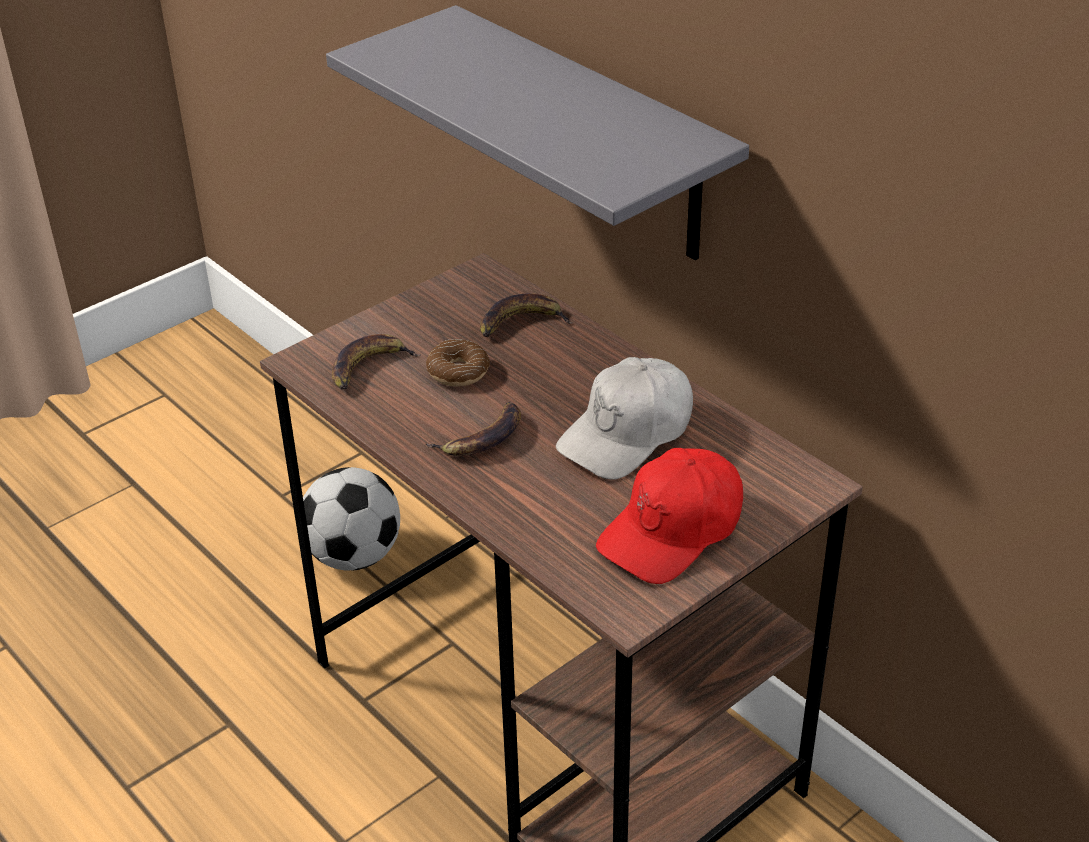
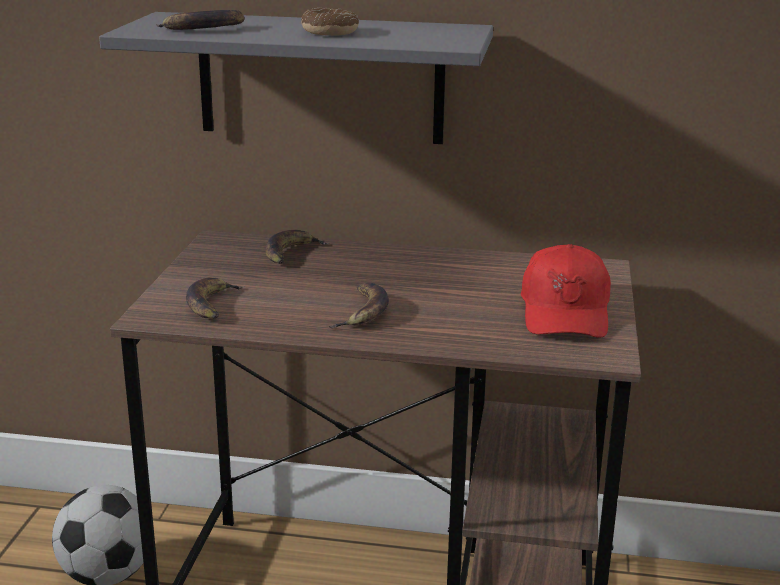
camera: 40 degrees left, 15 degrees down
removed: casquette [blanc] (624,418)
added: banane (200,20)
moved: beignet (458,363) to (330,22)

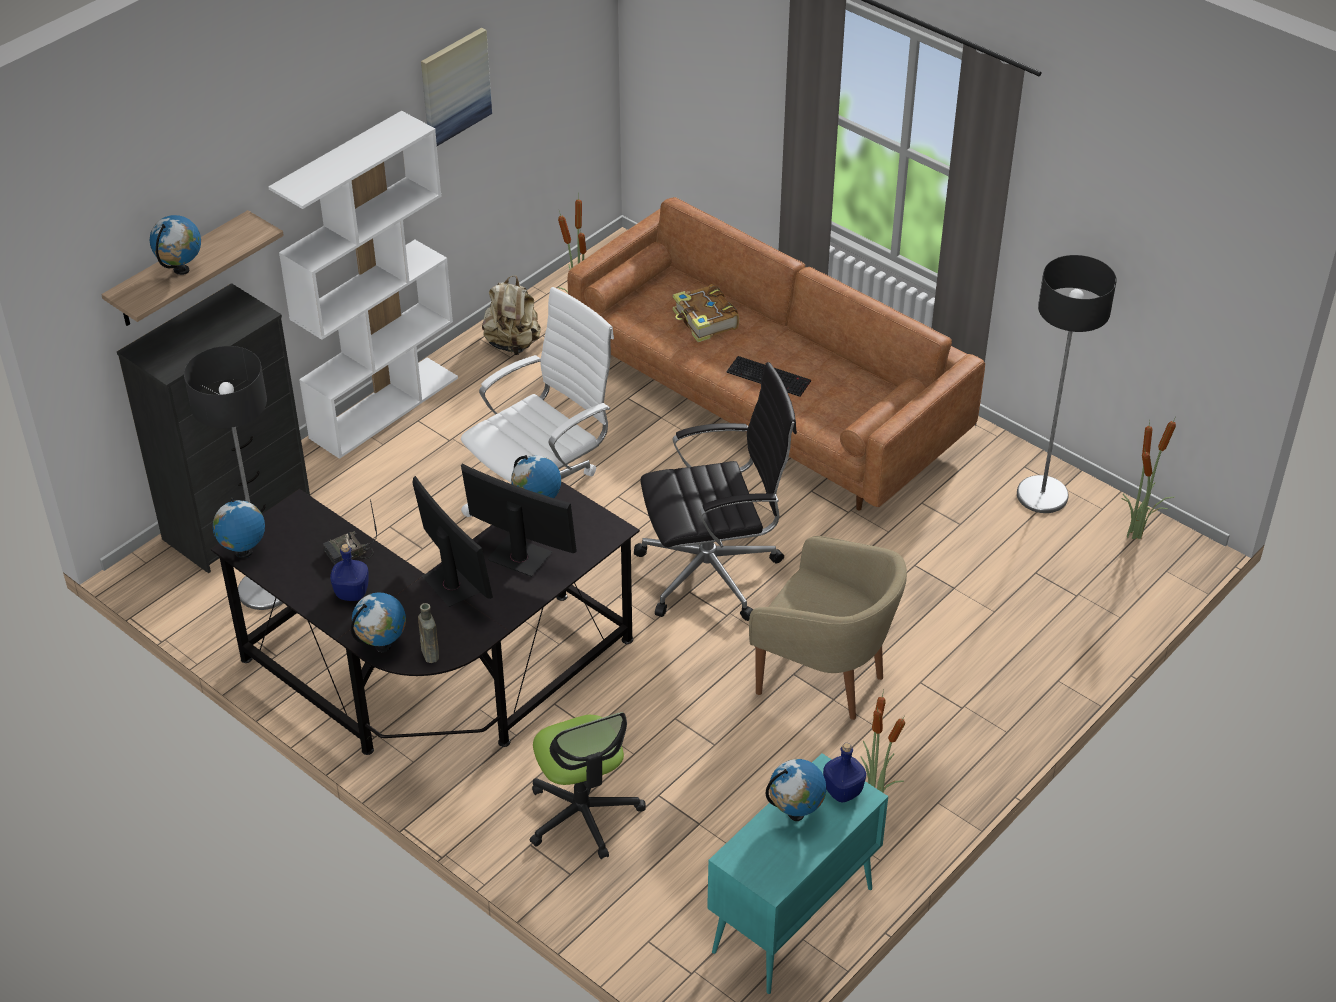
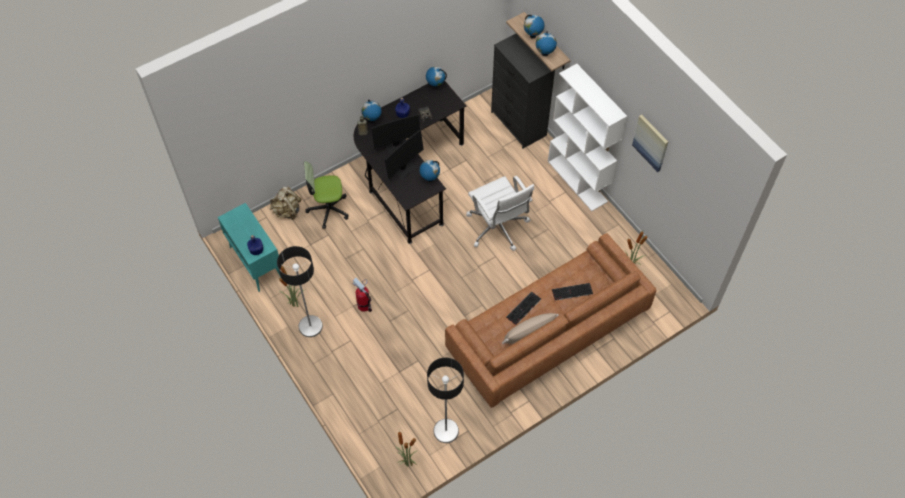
camera: 105 degrees right, 15 degrees up
removed: chaise de bureau [noir] (715,491)
added: coussin [beige] (530,328)
moved: lampadaire (233,478) to (300,291); sac à dos [beige] (511,315) to (285,203); globe (796,790) to (546,44)
replaced: livre (706,313) to clavier (572,291); fauteuil [beige] (828,628) to extincteur (362,295)

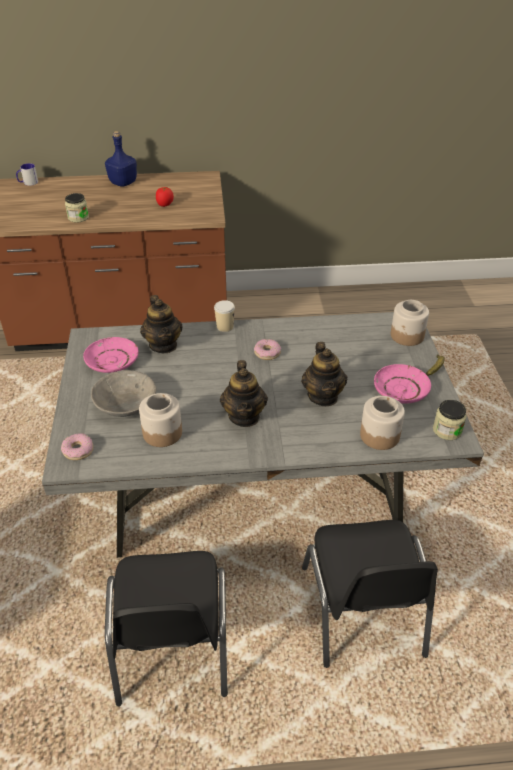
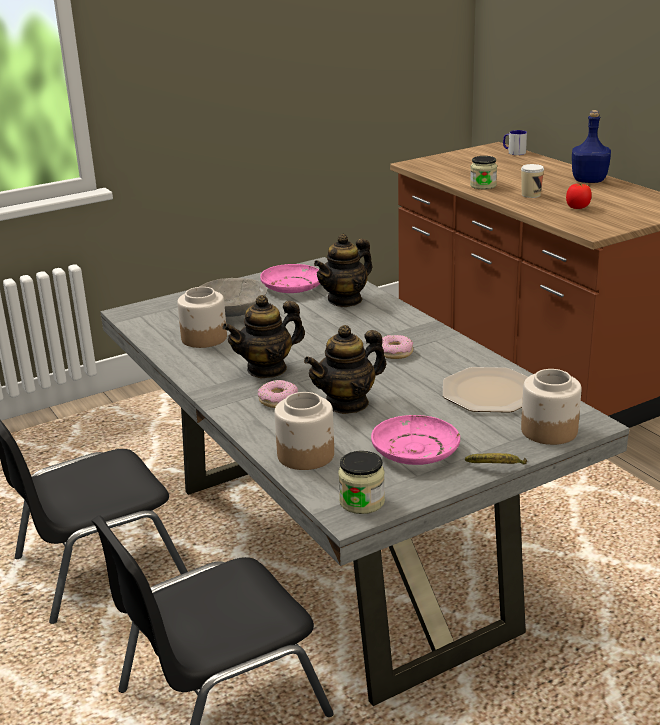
camera: 65 degrees right, 15 degrees down
added: assiette (485,390)
moved: beignet (77,446) to (278,394); tasse (224,316) to (532,181)

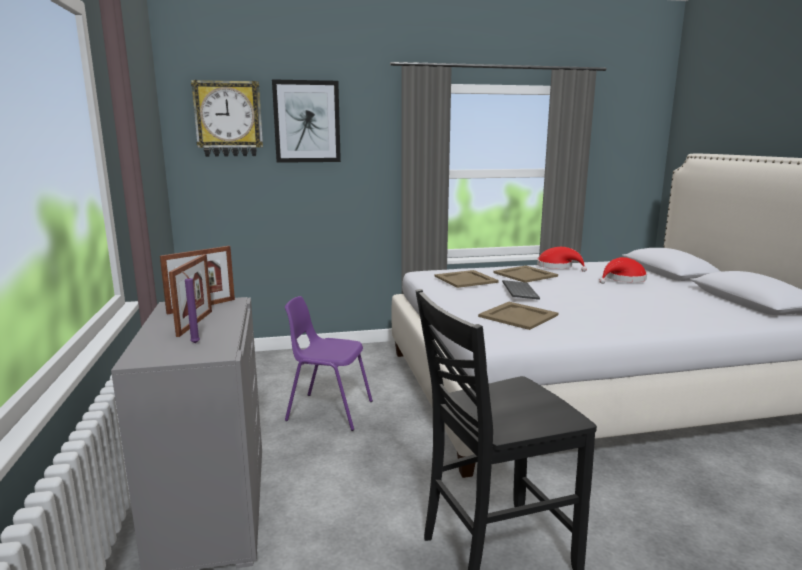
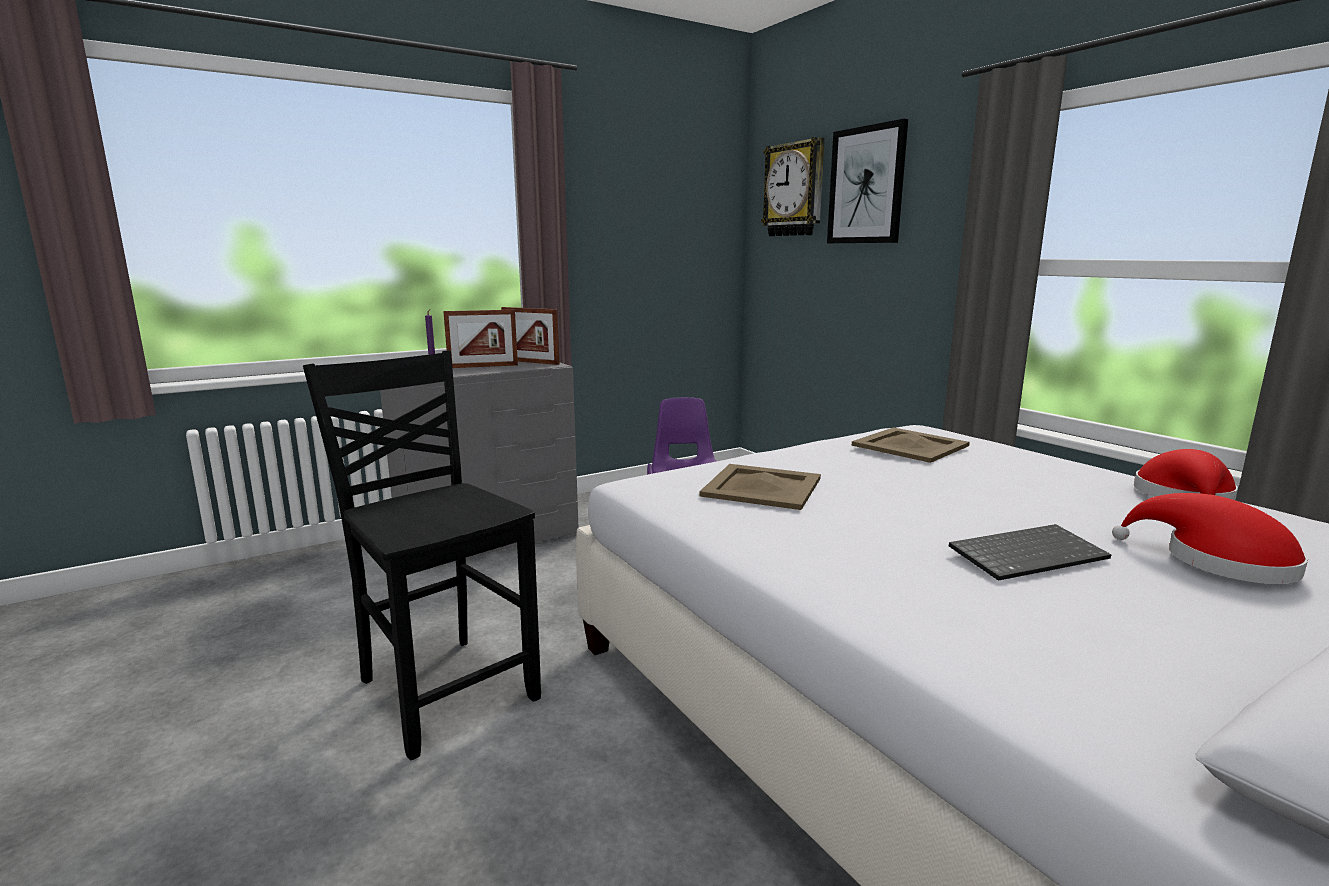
camera: 70 degrees right, 0 degrees up
removed: plateau [beige] (525,274)
moved: clavier (521,290) to (1030,552)

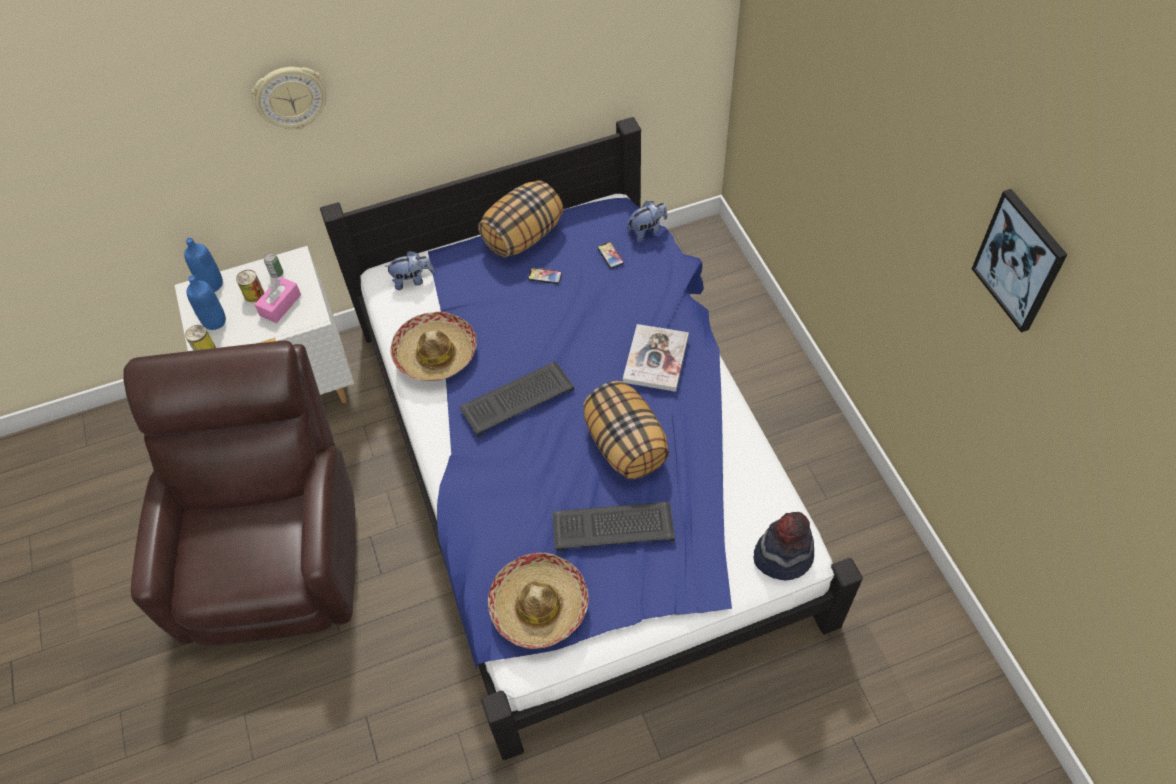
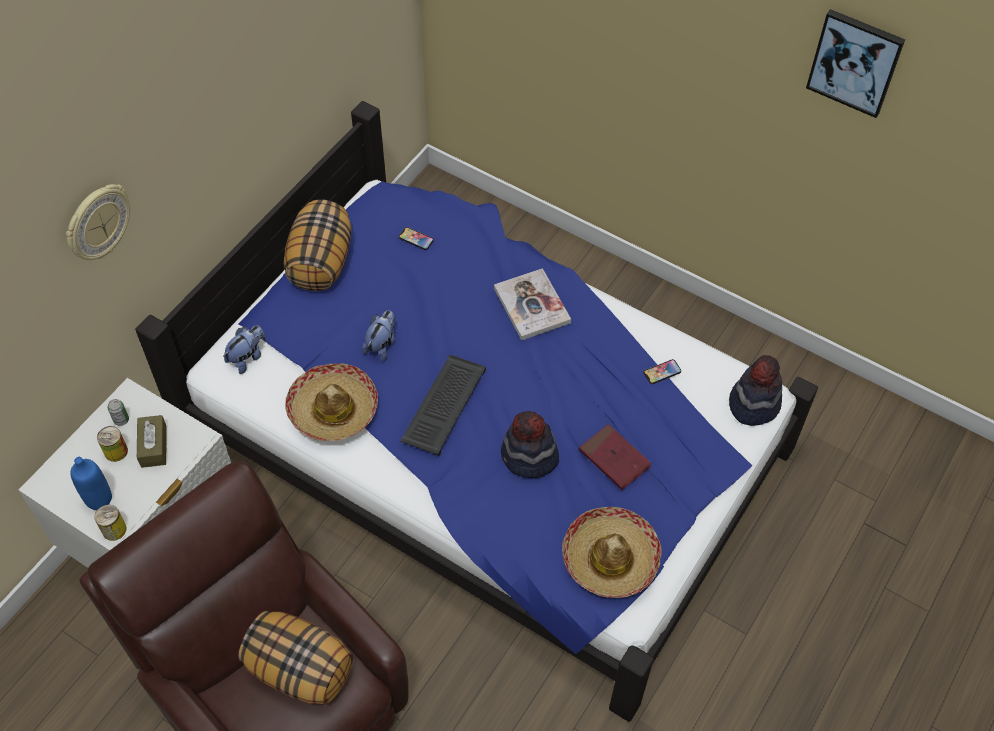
camera: 40 degrees left, 0 degrees up
removed: bouteille [bleu] (203,265)
added: chapeau (530,444)
moved: téléphone (545,276) to (662,371); coussin (626,430) to (295,658); peluche (647,221) to (378,336)
replaced: clavier (613,527) to livre [rouge] (615,457)
recoloured: boîte à mouchoirs [rose] (277,299) to boîte à mouchoirs [marron] (151,441)

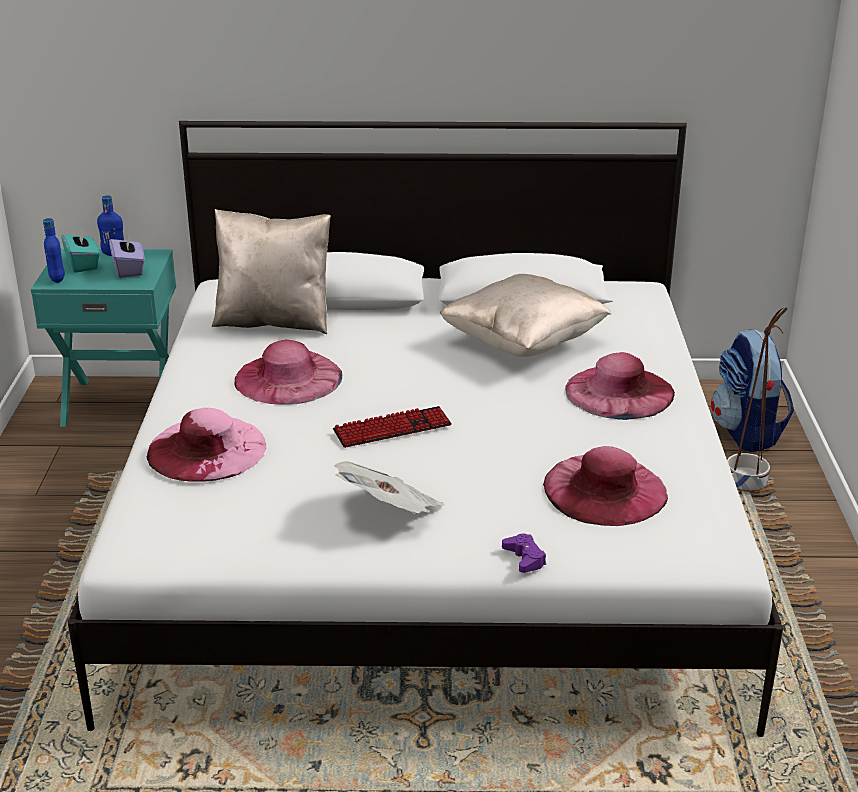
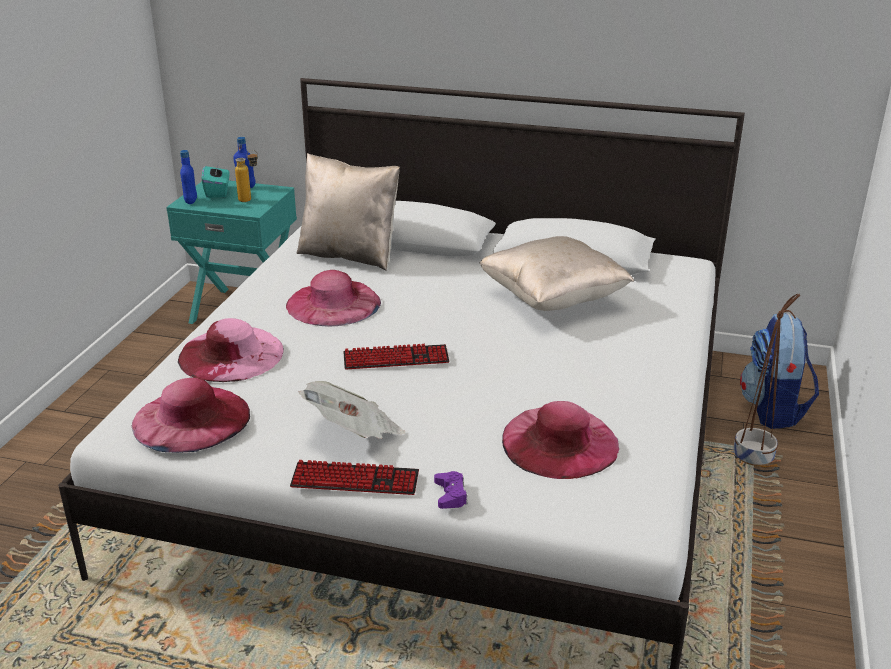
camera: 15 degrees right, 0 degrees up
added: clavier (354,477)
moved: chapeau [rose] (620,386) to (191,415)
replaced: boîte à mouchoirs [violet] (127,255) to bouteille (246,176)

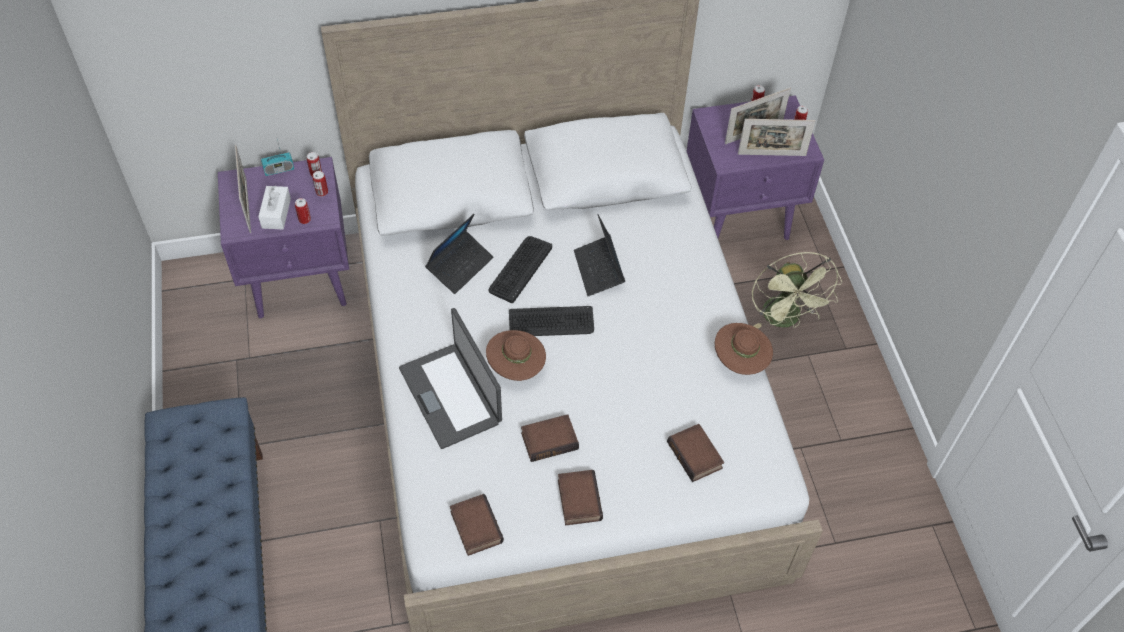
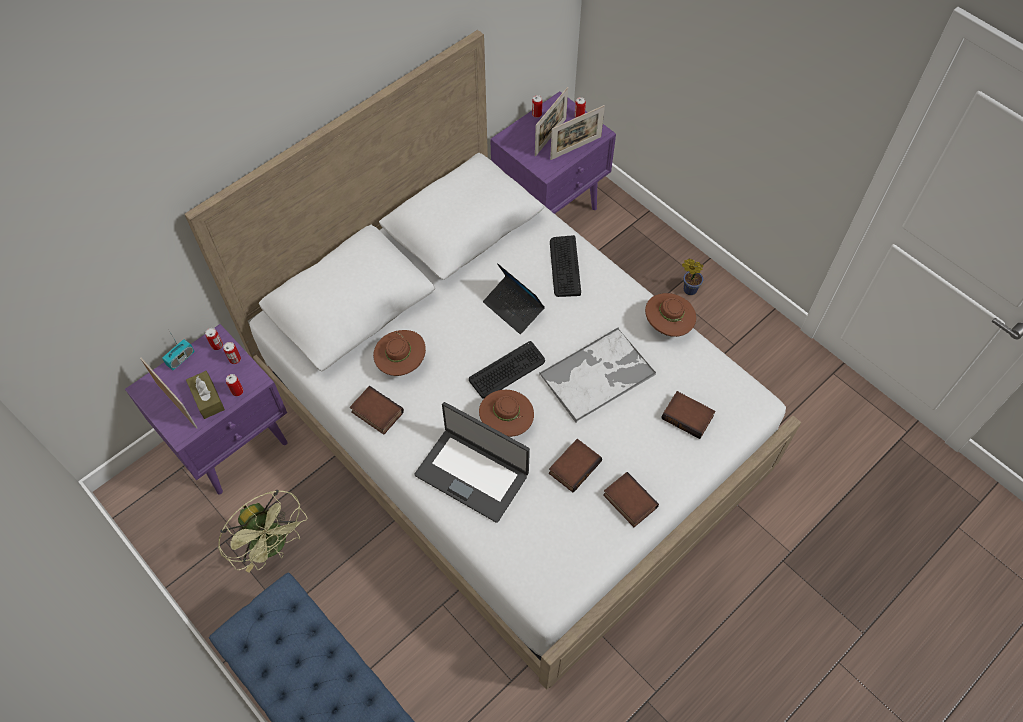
camera: 30 degrees left, 5 degrees up
added: plateau (597,374); plante en pot (693,276)
moved: livre (477,525) to (377,410); clavier (520,269) to (565,266); ventilateur [vert] (797,290) to (263,531)
replaced: ordinateur portable (459,254) to chapeau [marron] (399,353)
recoloured: boîte à mouchoirs [blanc] (274,208) to boîte à mouchoirs [marron] (205,395)

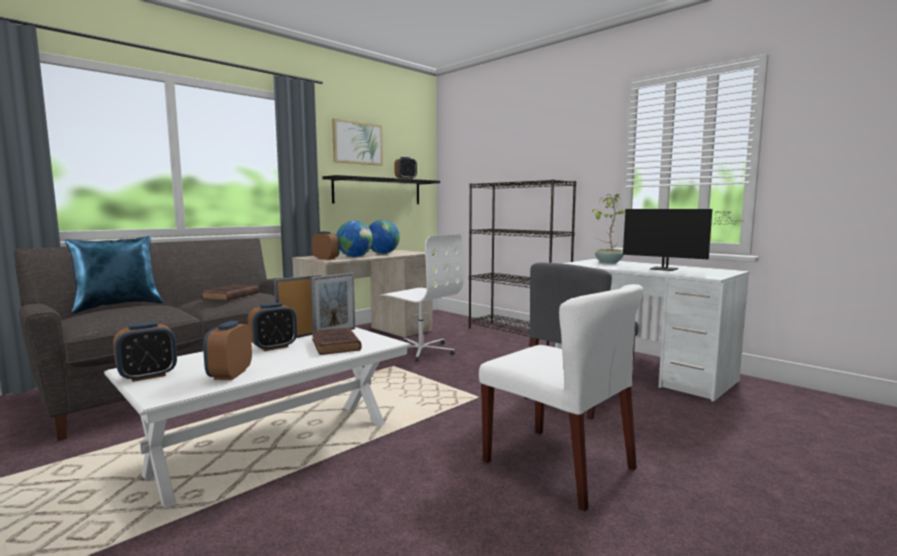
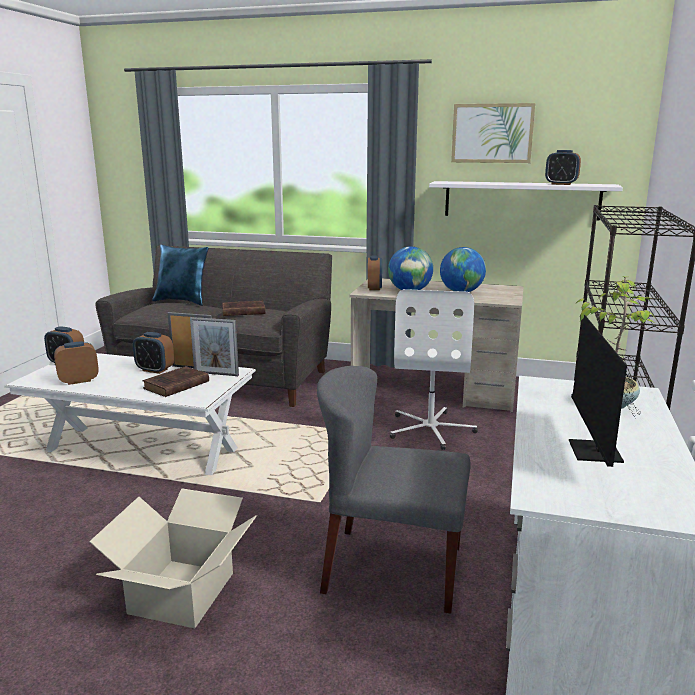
camera: 60 degrees right, 10 degrees up
replaced: chaise [blanc] (561,397) to carton (173,558)
recoloured: étagère [noir] (381,189) to étagère [blanc] (526,201)

